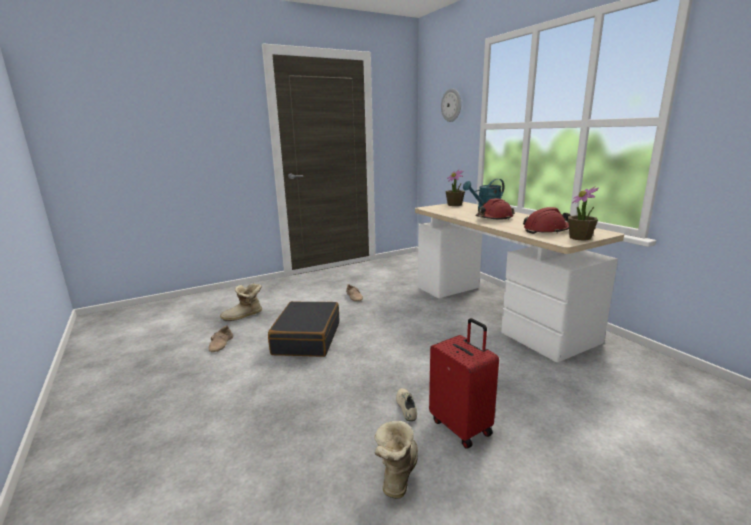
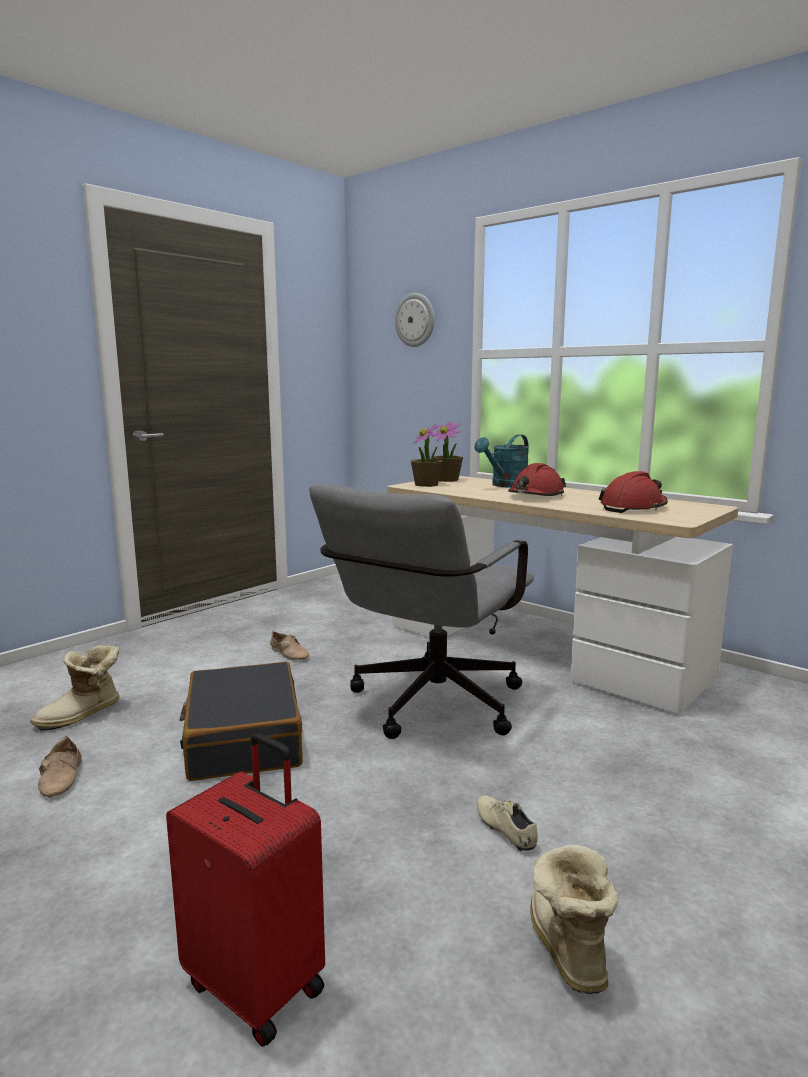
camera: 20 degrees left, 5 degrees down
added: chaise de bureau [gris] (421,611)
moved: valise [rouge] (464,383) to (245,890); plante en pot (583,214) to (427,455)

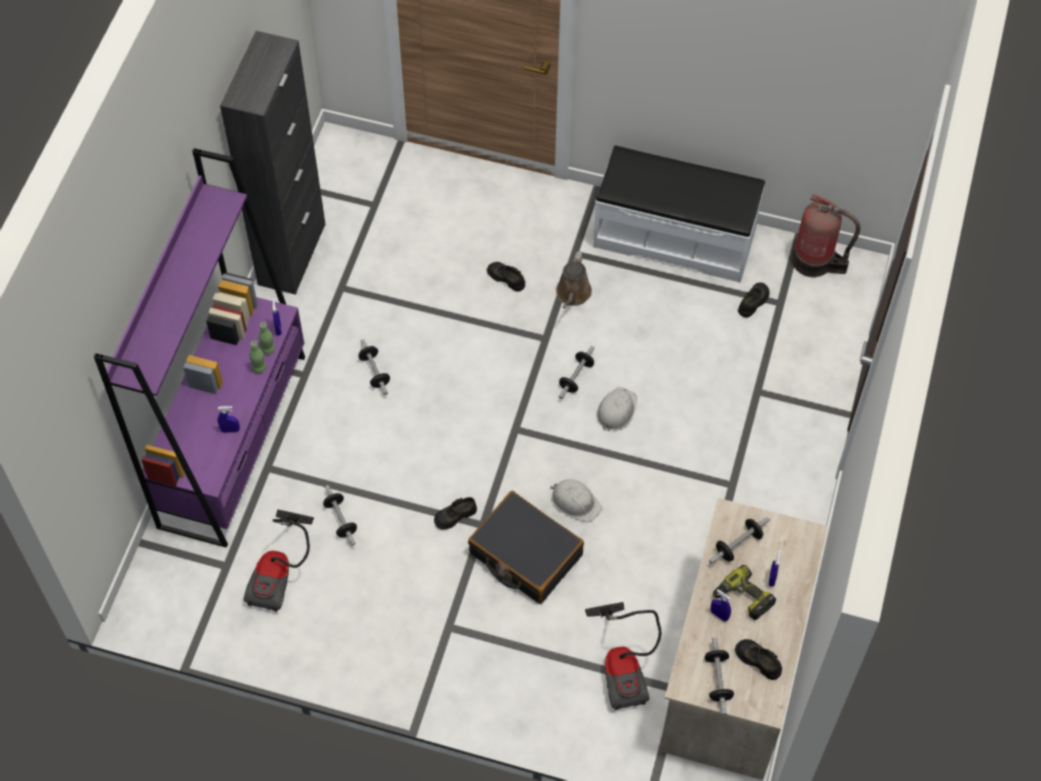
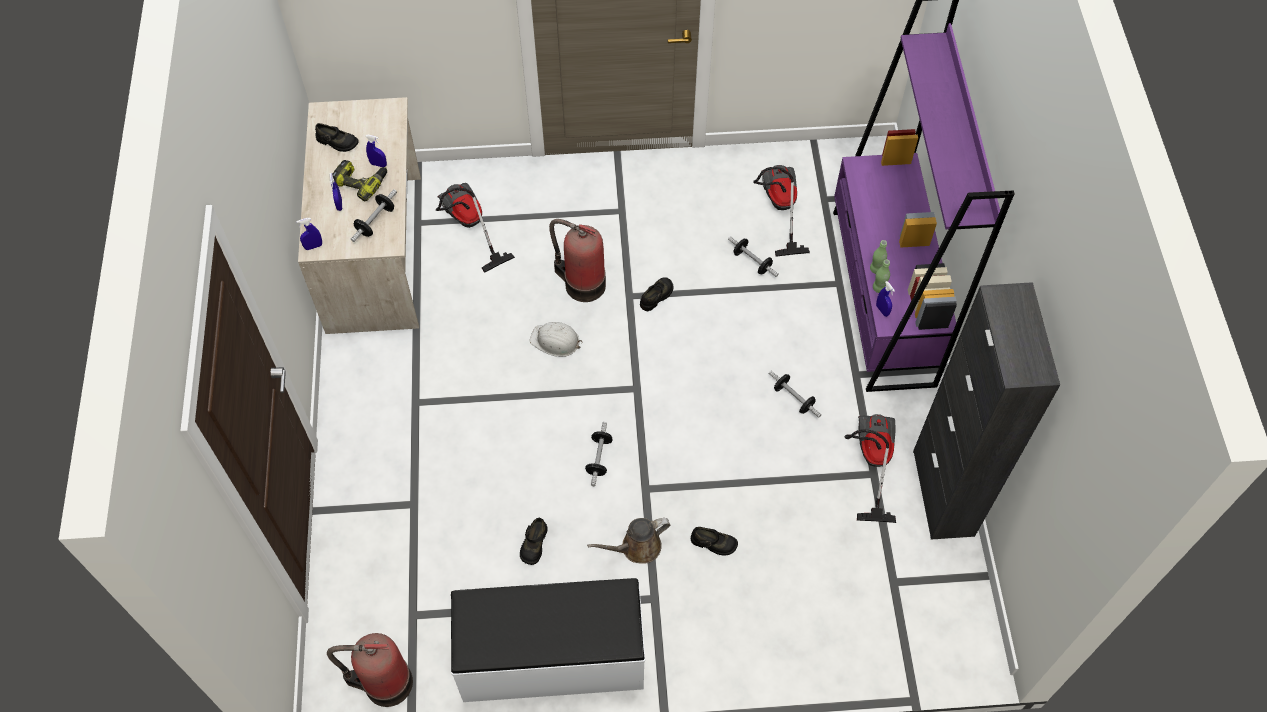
camera: 160 degrees right, 0 degrees up
removed: casque de chantier [blanc] (616,409); haltère (719,676)
added: aspirateur (870,468)
moved: vaporisateur [bleu] (229,419) to (309,234); chaussure [noir] (754,300) to (534,541)
replaced: valise [noir] (526,547) to extincteur (577,260)
turned: arrosoir [marron] (574,280) = (628,541) 105 degrees counterclockwise

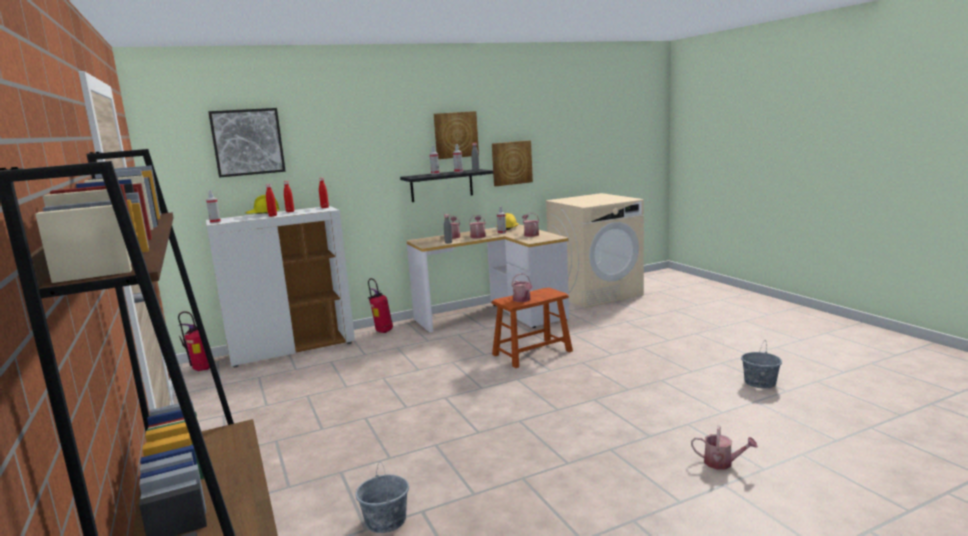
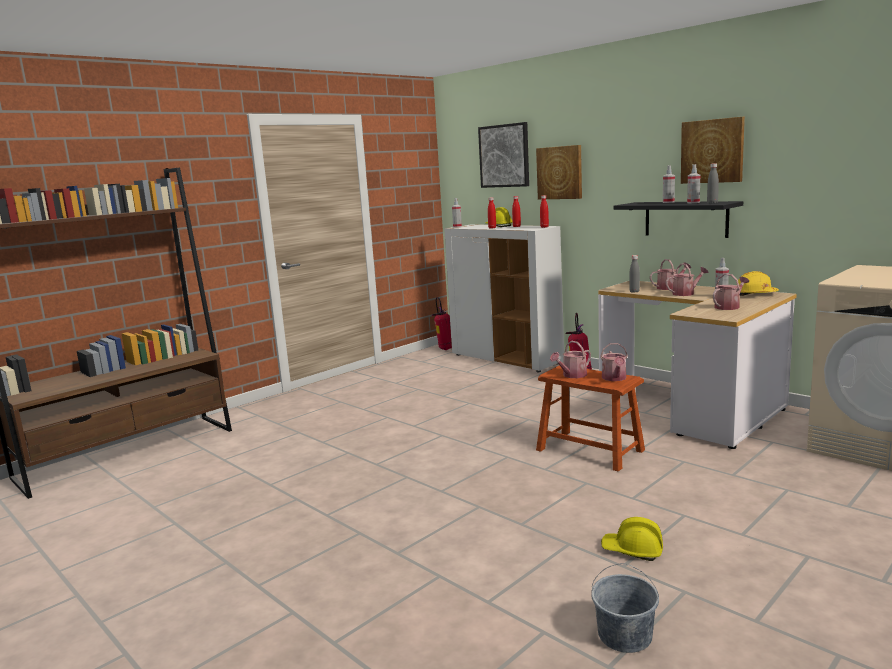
camera: 70 degrees right, 0 degrees up
removed: seau [gris] (382,497)
added: casque de chantier [jaune] (632,539)
moved: tableau (512,163) to (559,172); arrosoir (724,447) to (614,362)

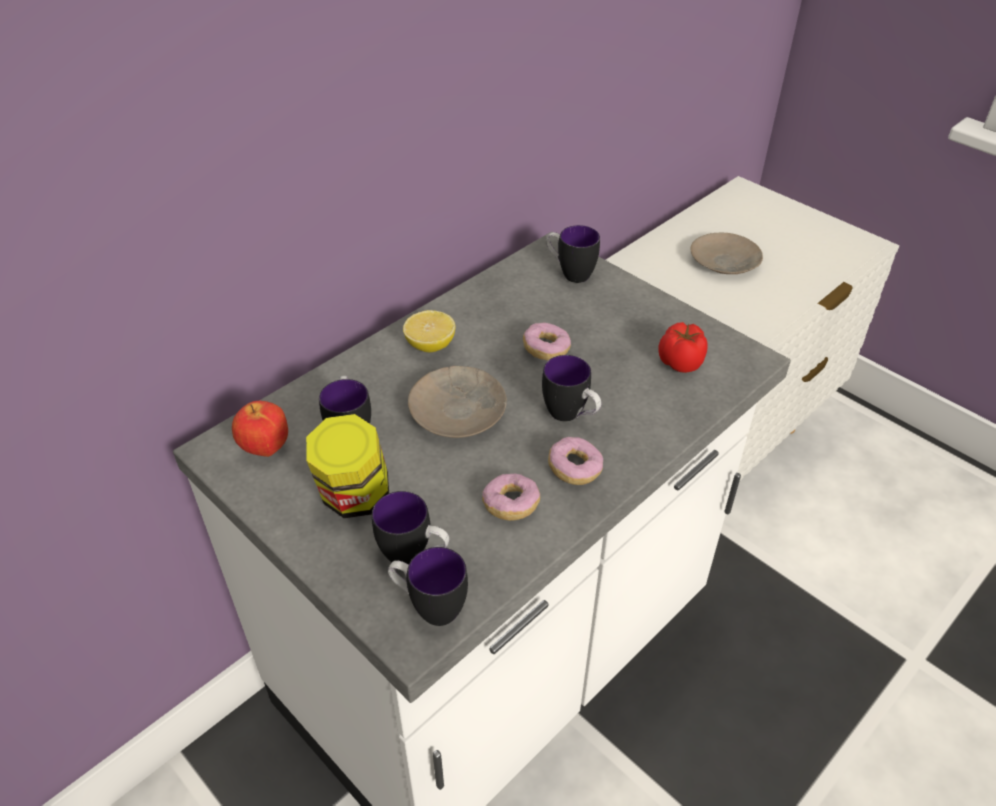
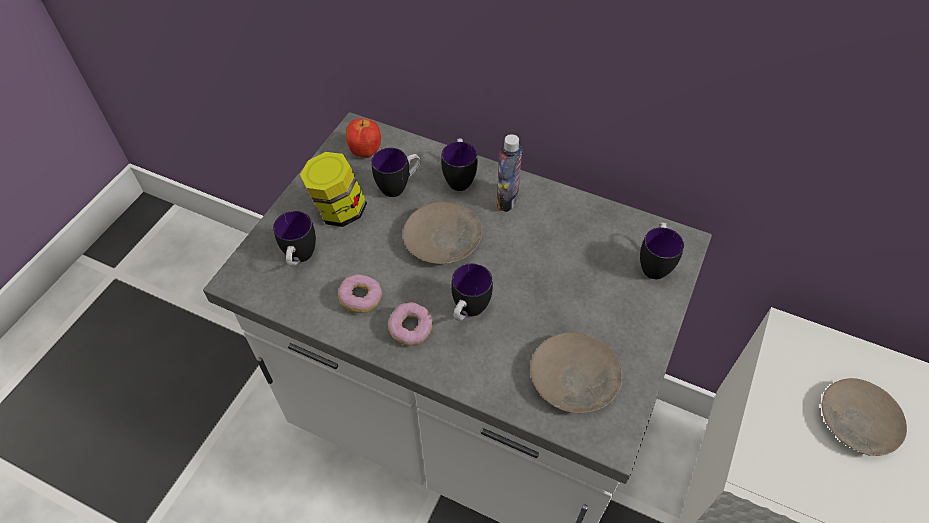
camera: 70 degrees right, 10 degrees up
removed: beignet (547,341)
moved: mug (428,586) to (459,164)
replaced: citron (429,331) to bouteille (509,173); tomate (683,347) to assiette [beige] (576,372)

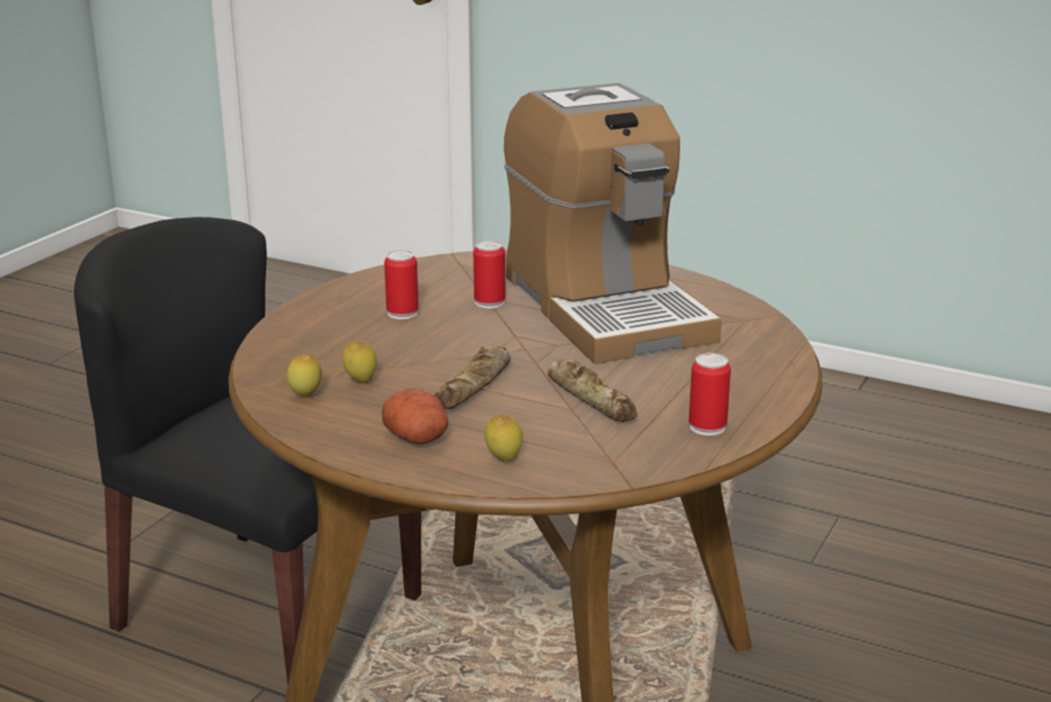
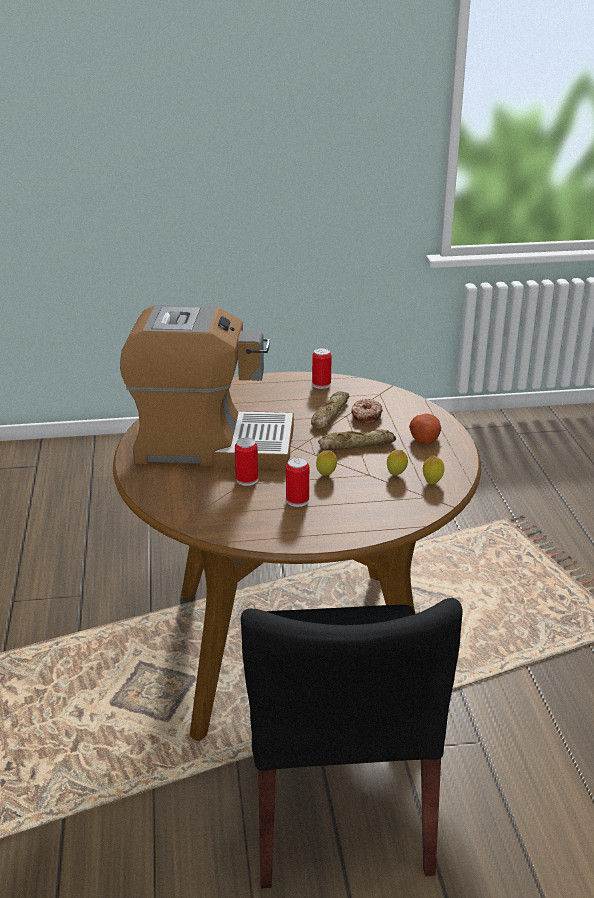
camera: 125 degrees left, 5 degrees up
added: beignet (367,411)
moved: citron (504,438) to (326,463)
turned: machine à café (613,223) = (207,387) 60 degrees clockwise

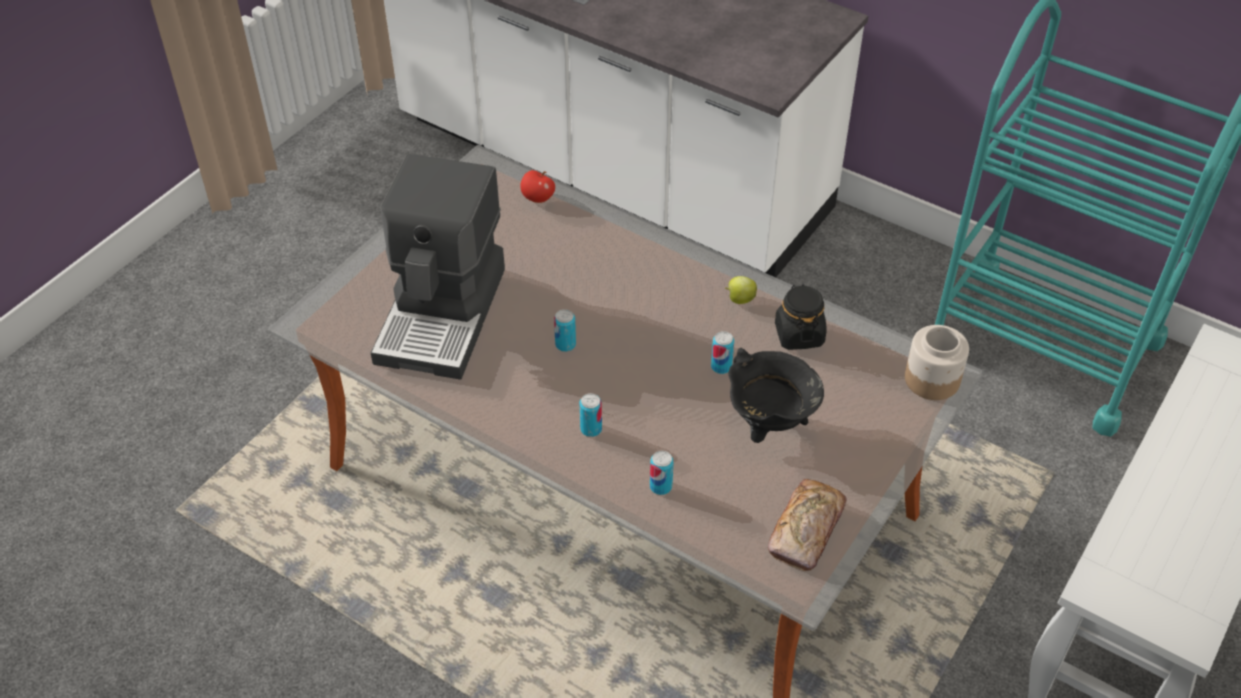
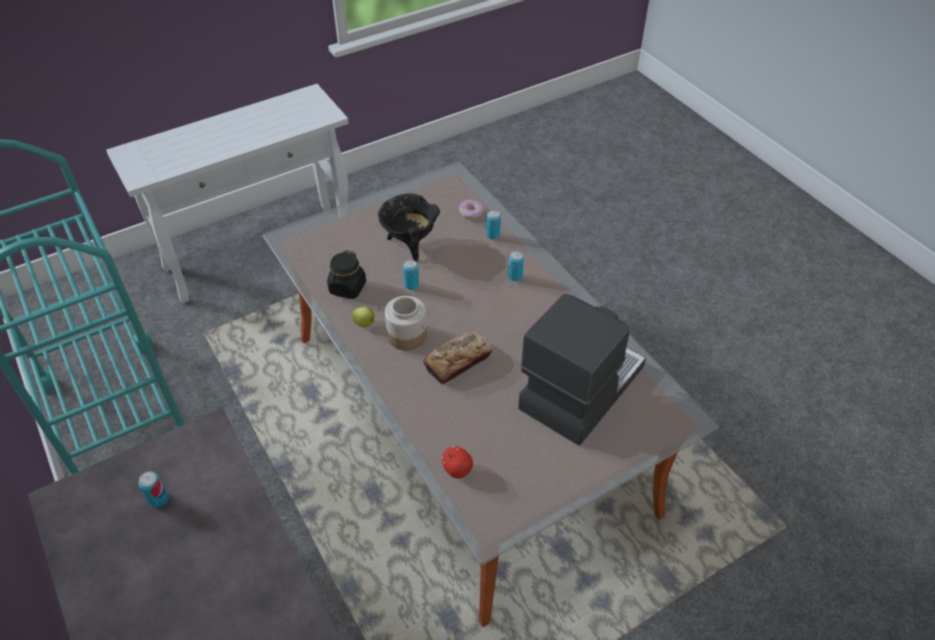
camera: 155 degrees left, 0 degrees up
added: beignet (471,209)
moved: boîte métallique (565,330) to (153,489); pain (807,525) to (458,358); bocal (937,362) to (406,323)

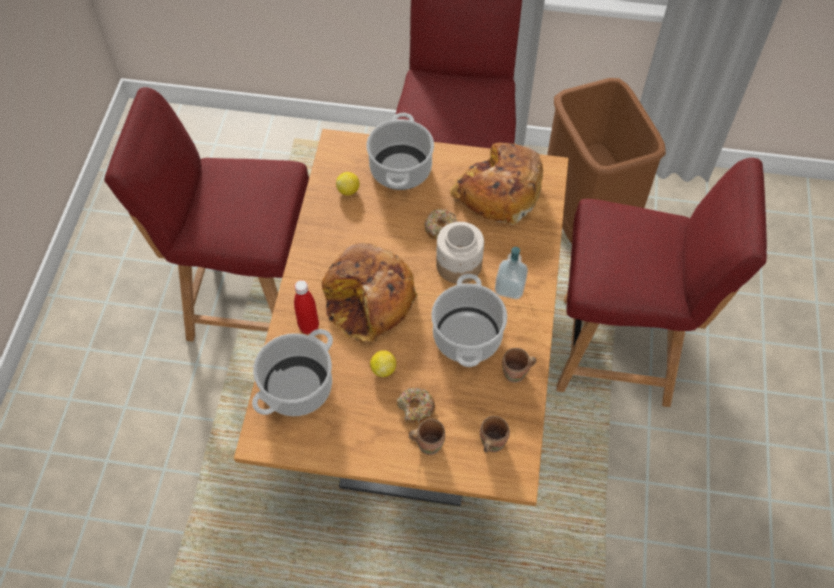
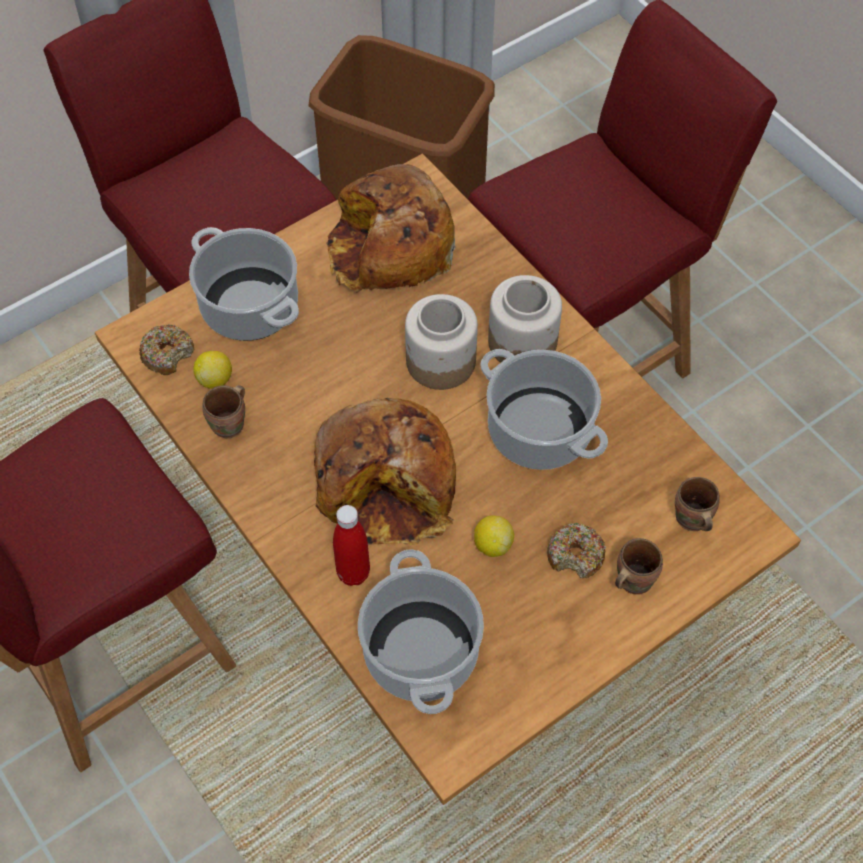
camera: 45 degrees left, 0 degrees up
moved: beignet (441,224) to (166,350); mug [marron] (519,365) to (224,411)
replaced: distributeur de savon (511,273) to bocal (525,319)

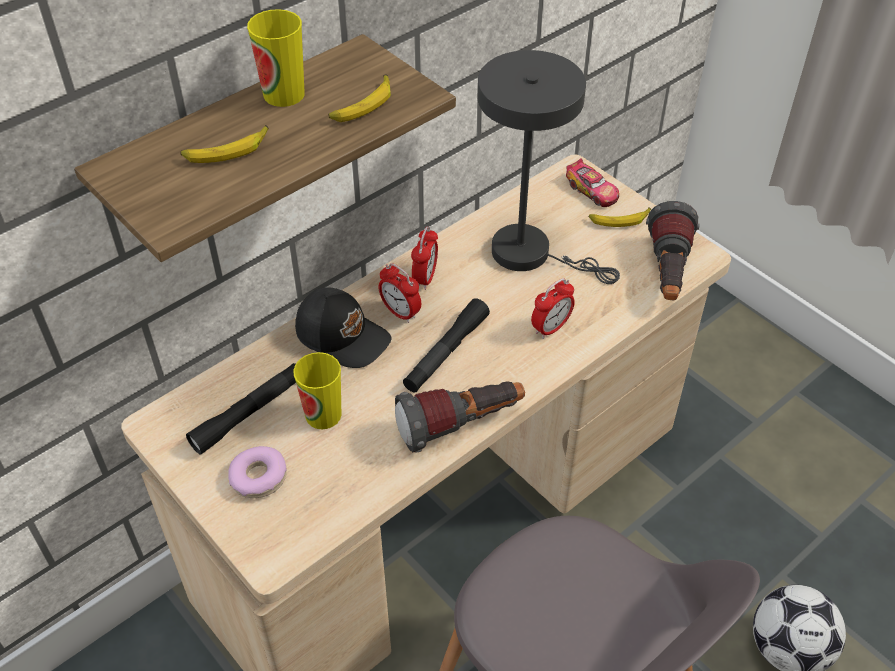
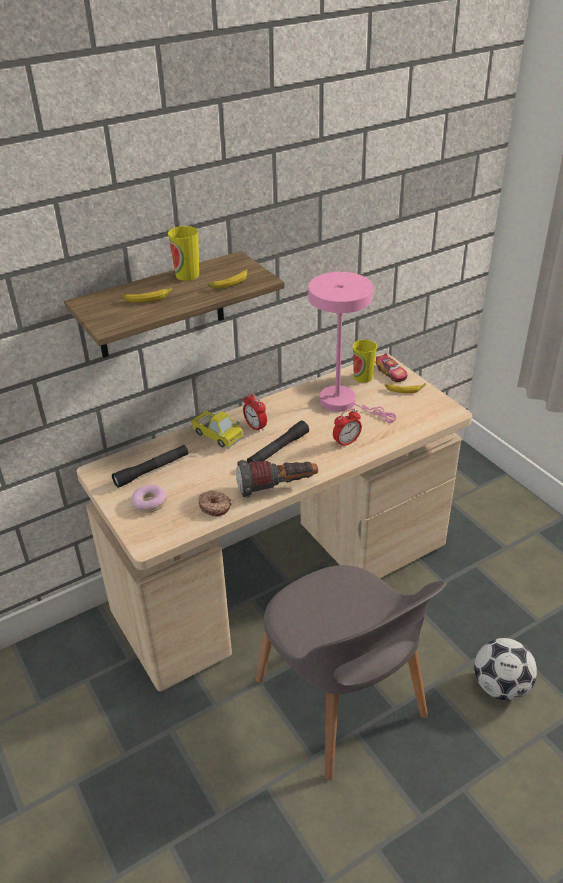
camera: 10 degrees right, 10 degrees down
removed: réveil (424,258); lampe de poche (673,250)
added: beignet (214,503)
moved: tasse (317,390) to (365,361)
replaced: casquette [noir] (343,327) to camion jouet (217,429)
recoloured: lampe de table [gris] (549,167) to lampe de table [rose] (352,347)

